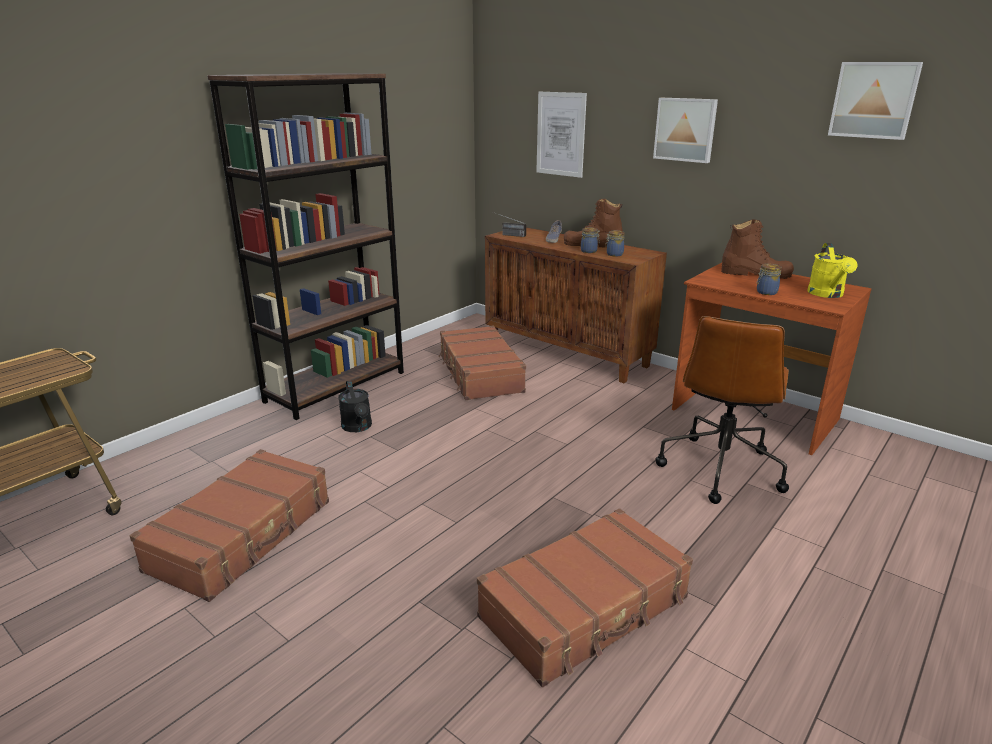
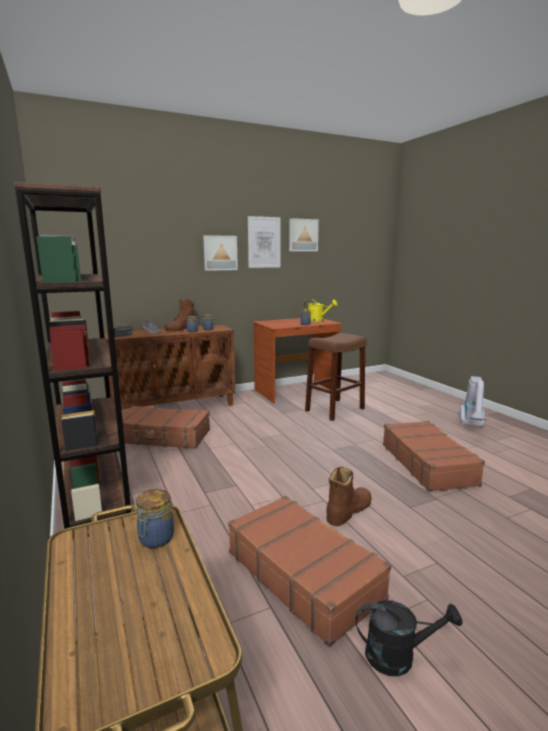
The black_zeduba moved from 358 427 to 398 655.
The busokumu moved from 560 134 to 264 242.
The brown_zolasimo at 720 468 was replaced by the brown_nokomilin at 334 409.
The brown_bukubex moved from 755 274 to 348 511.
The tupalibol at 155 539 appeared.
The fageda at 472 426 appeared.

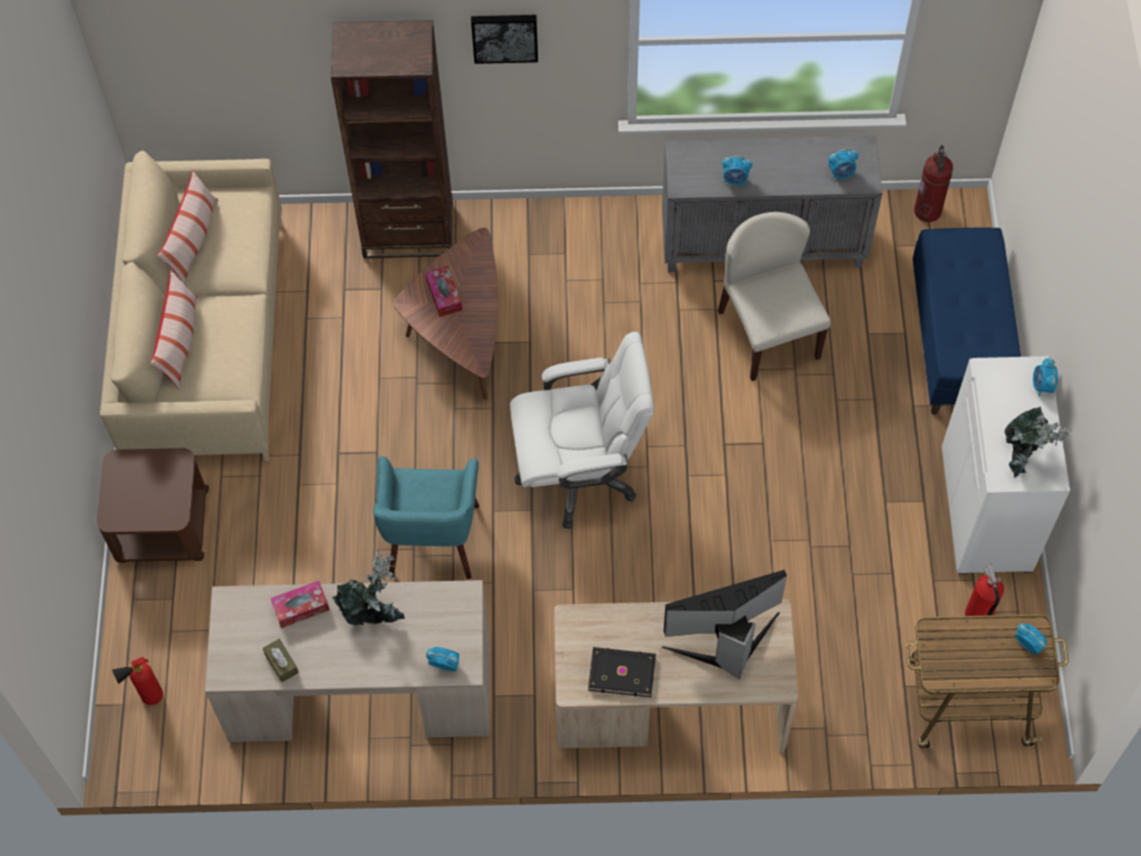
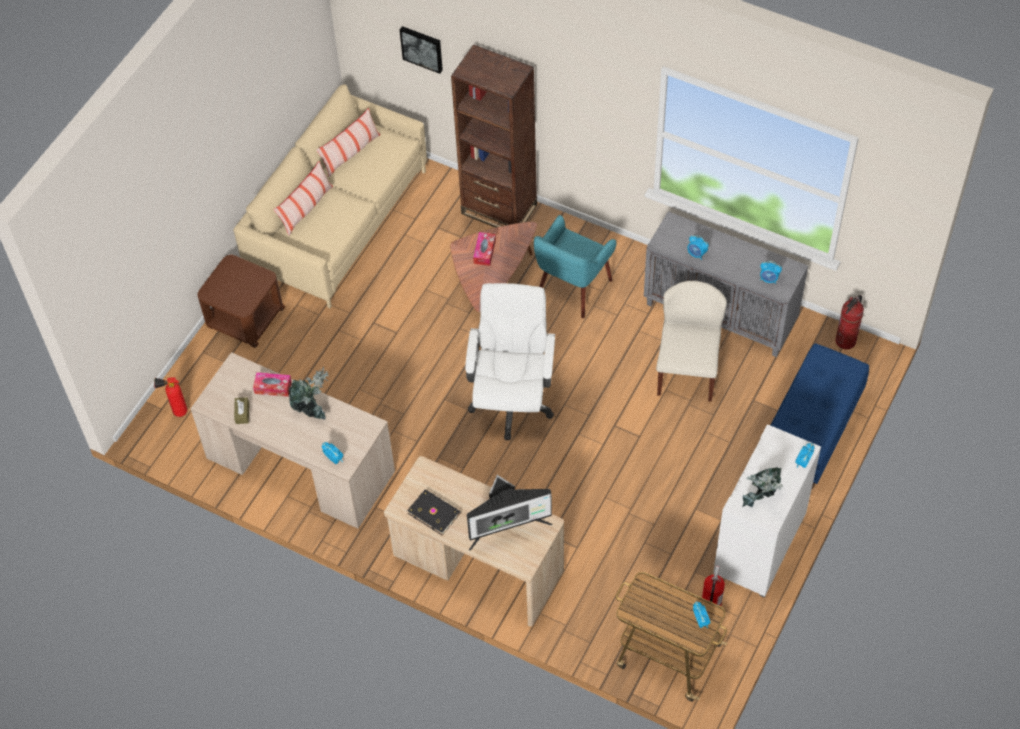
The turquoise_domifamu moved from 432 541 to 572 288.
The busokumu moved from 505 36 to 422 48.
The white_zolasimo at 579 473 turned 105 degrees counterclockwise.
The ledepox at 726 645 turned 150 degrees clockwise.

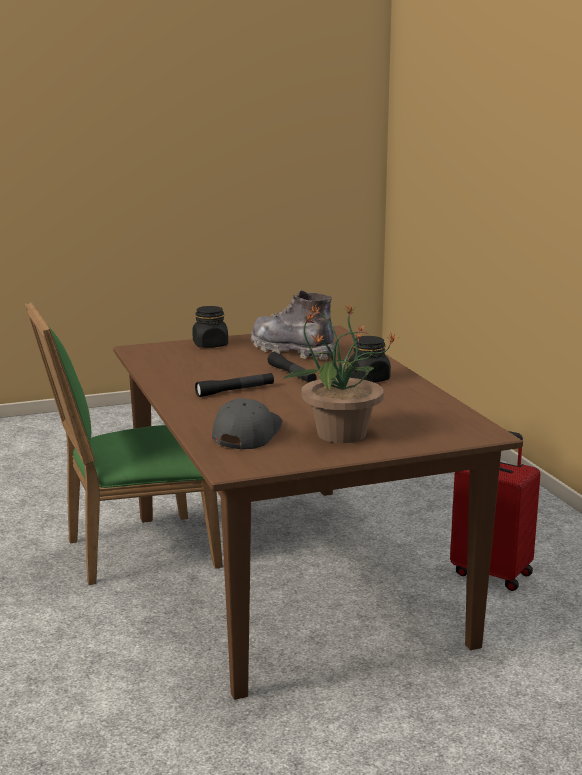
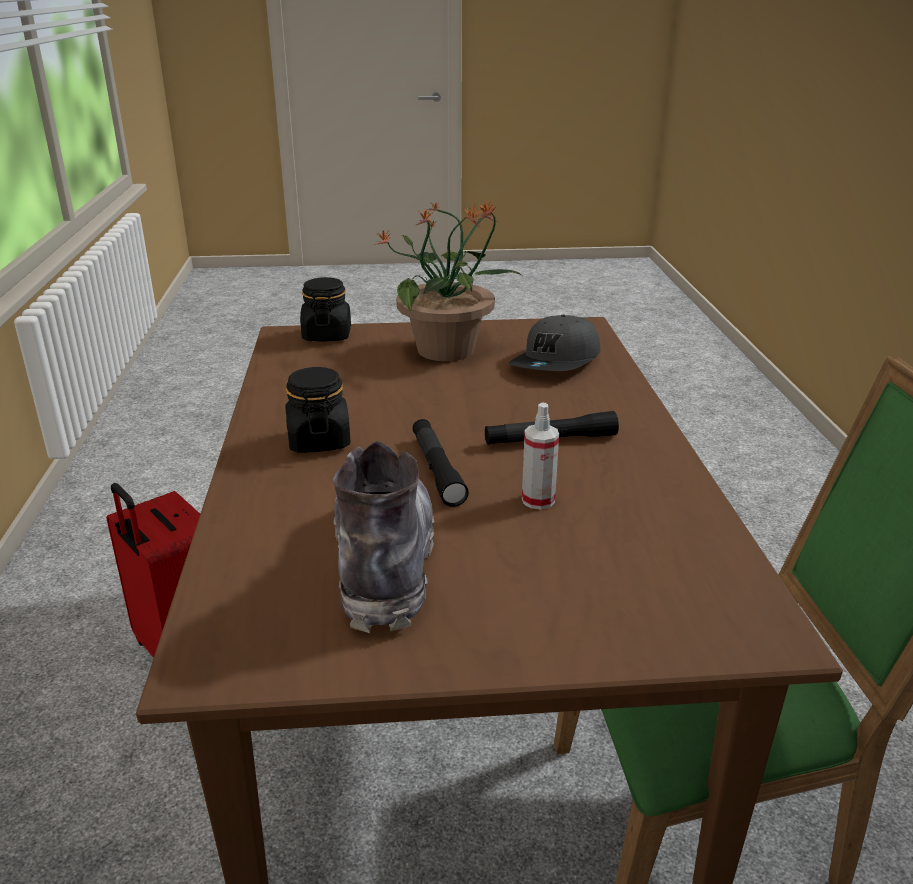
The black_tupalibol moved from 210 345 to 327 335.
The grey_bukubex at 292 351 turned 150 degrees counterclockwise.
The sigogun at 538 500 appeared.

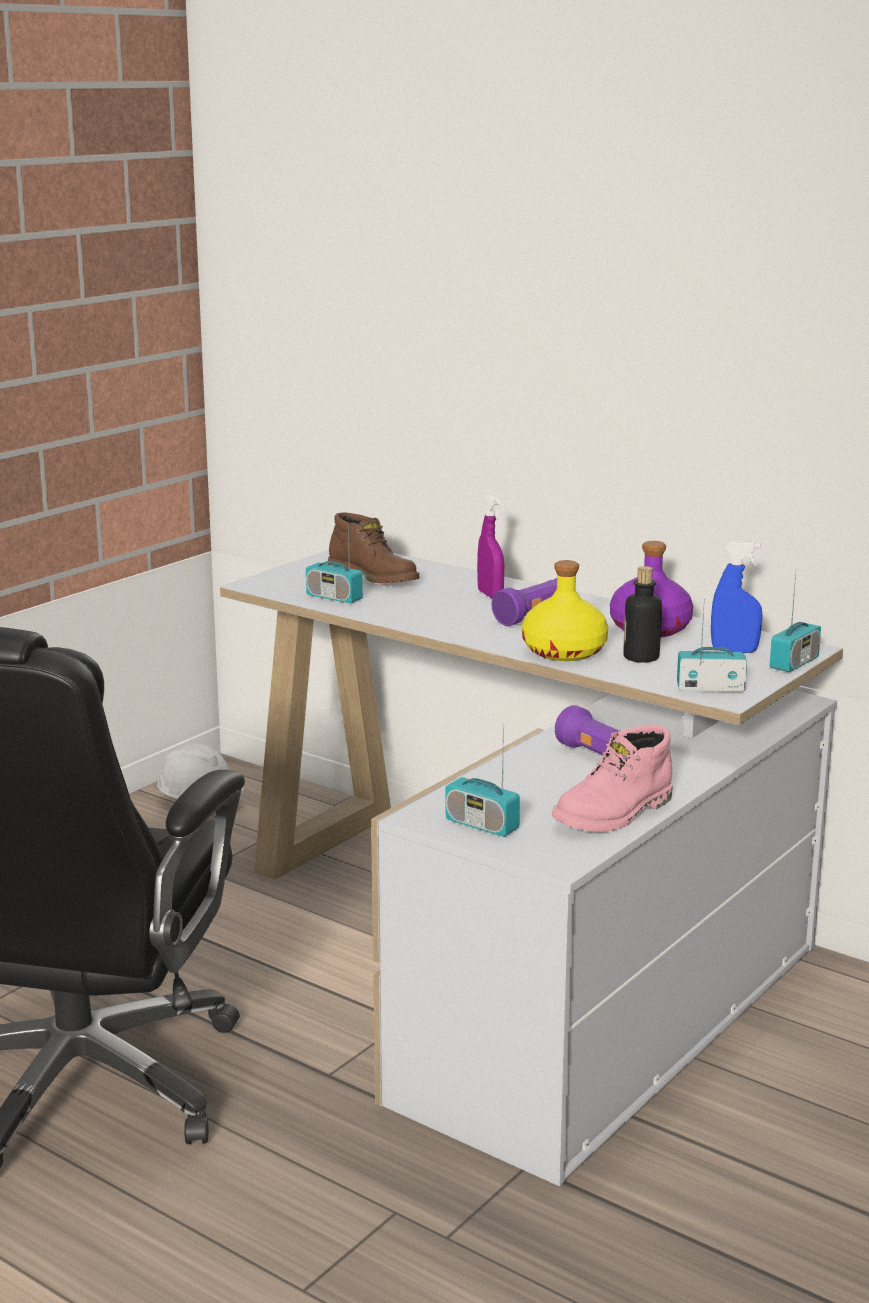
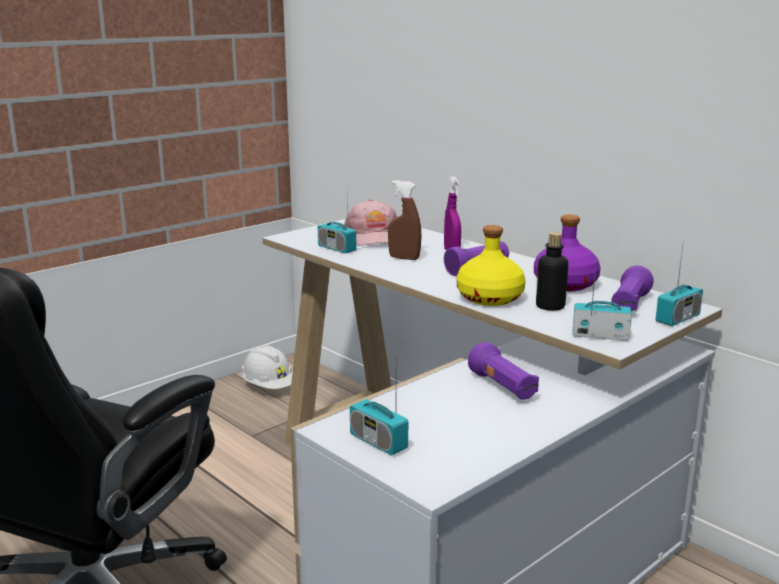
The brown_bukubex at 375 577 was replaced by the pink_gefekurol at 374 236.
The pink_bukubex at 615 814 disappeared.
The blue_sigogun at 734 650 was replaced by the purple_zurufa at 629 305.
The brown_sigogun at 404 258 appeared.

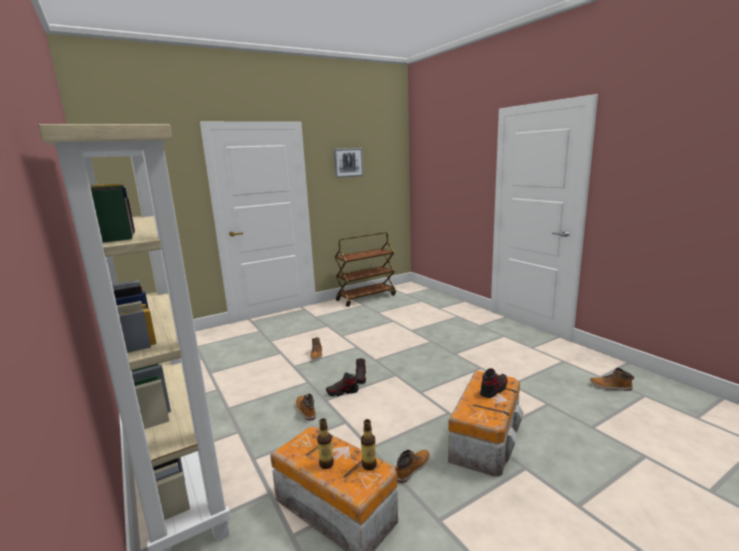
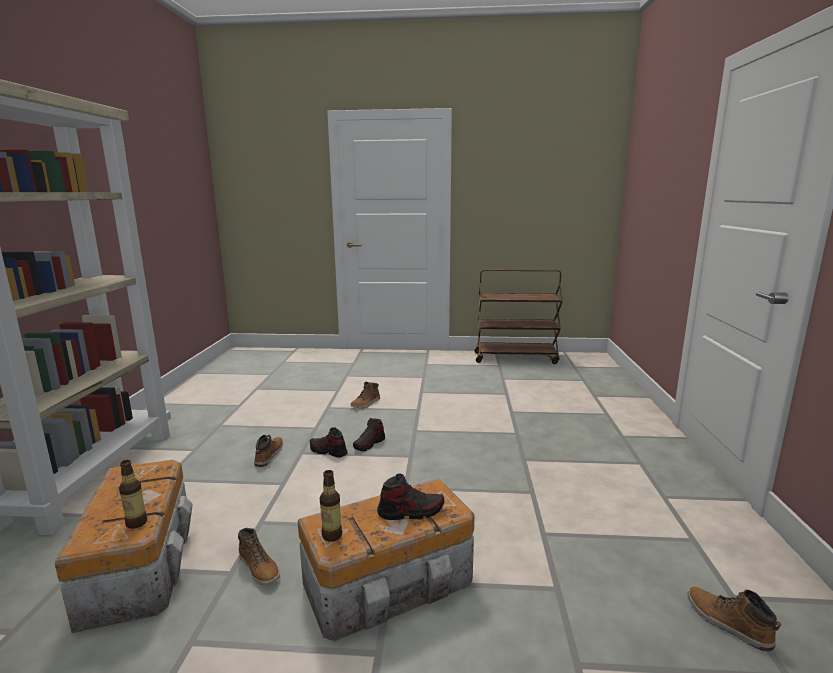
The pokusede moved from 326 464 to 332 535.
The busokumu at 348 162 disappeared.
The bukubex at 412 468 turned 60 degrees clockwise.

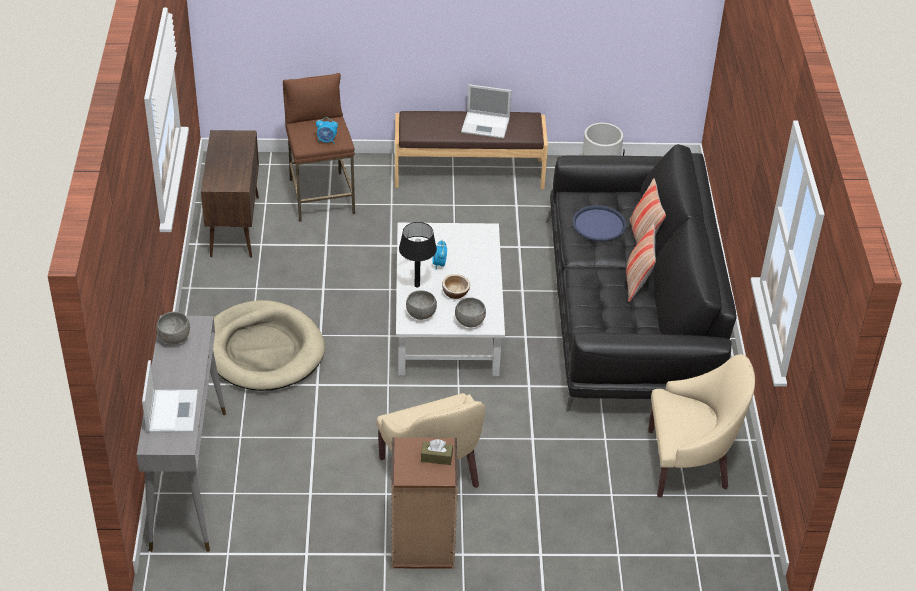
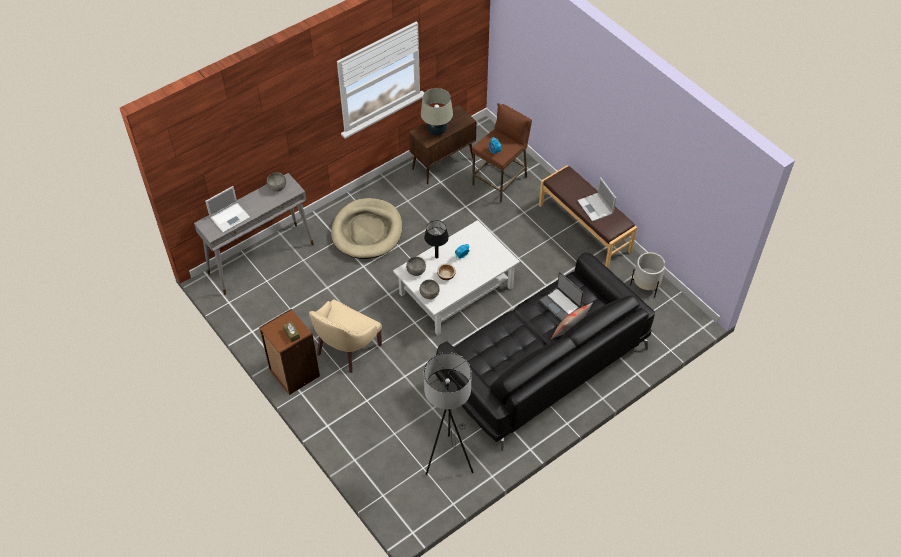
The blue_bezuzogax at 599 224 was replaced by the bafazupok at 560 304.
The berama at 637 282 disappeared.
The beige_domifamu at 689 463 was replaced by the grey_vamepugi at 448 457.
The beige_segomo at 437 131 appeared.

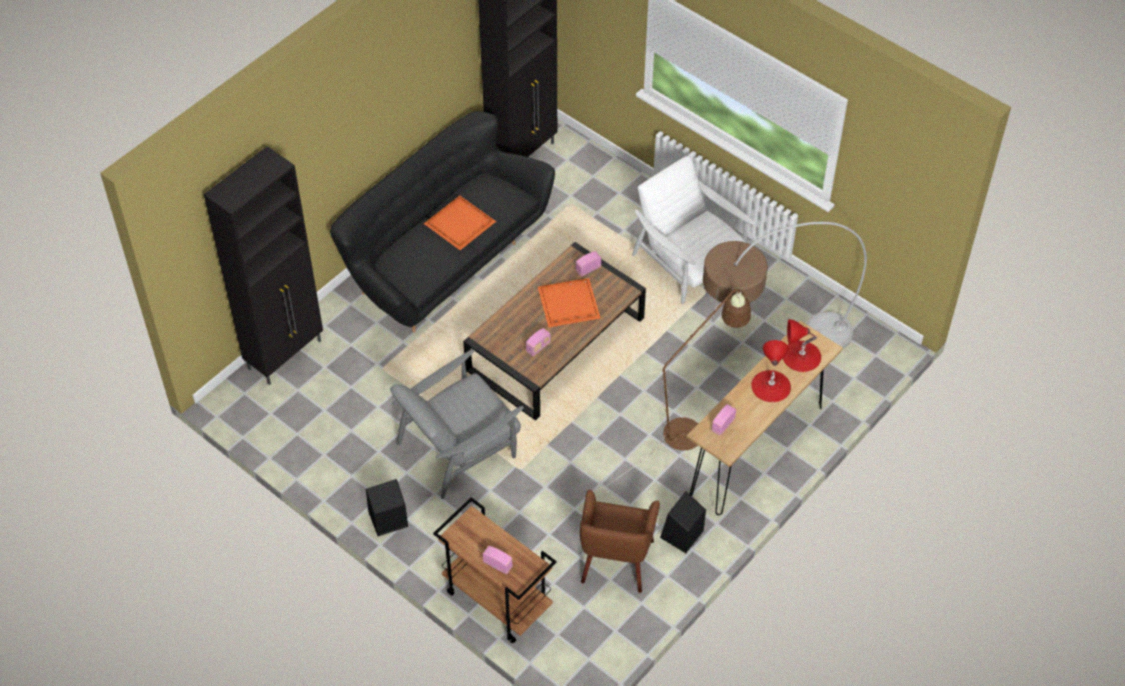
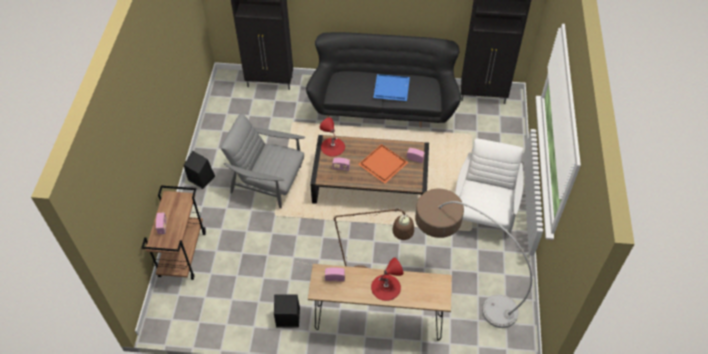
The orange_bezuzogax at 461 224 became the blue_bezuzogax at 392 89.
The brown_domifamu at 616 562 disappeared.
The red_segomo moved from 801 356 to 332 147.

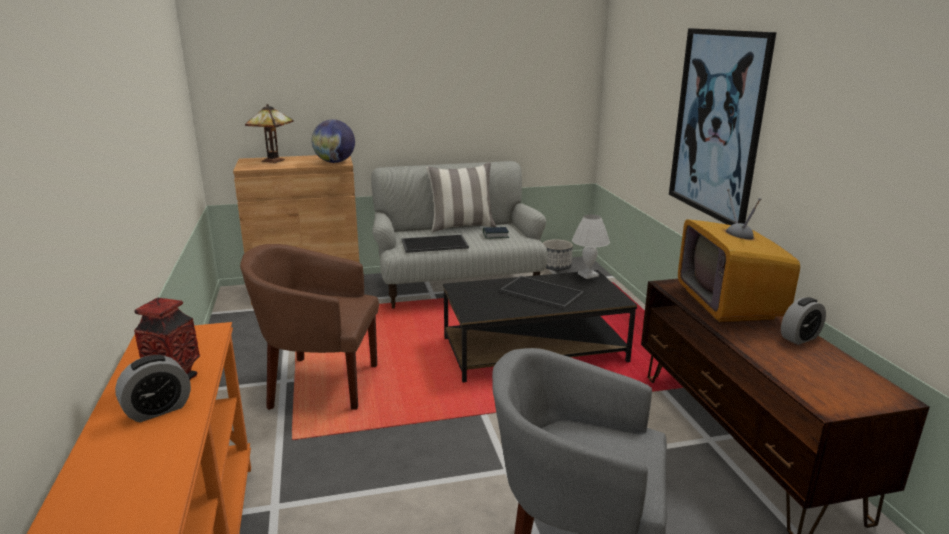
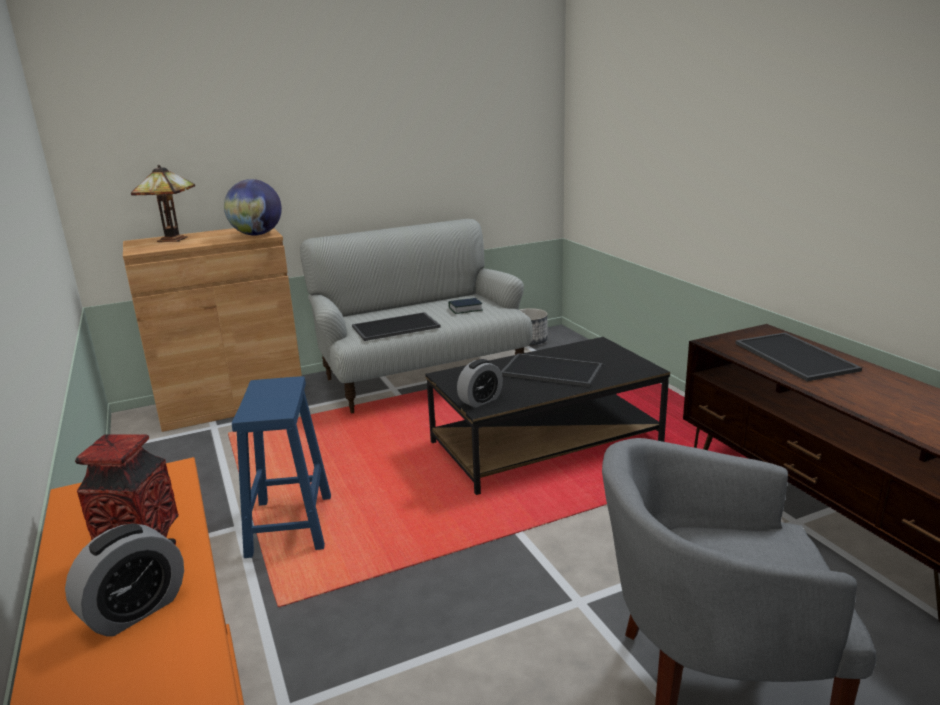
The brown_domifamu at 319 384 was replaced by the blue_nokomilin at 290 524.
The berama at 461 226 disappeared.
The white_segomo at 587 275 disappeared.
The busokumu at 717 125 disappeared.
The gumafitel at 728 304 was replaced by the bezuzogax at 797 357.
The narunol moved from 799 338 to 480 400.

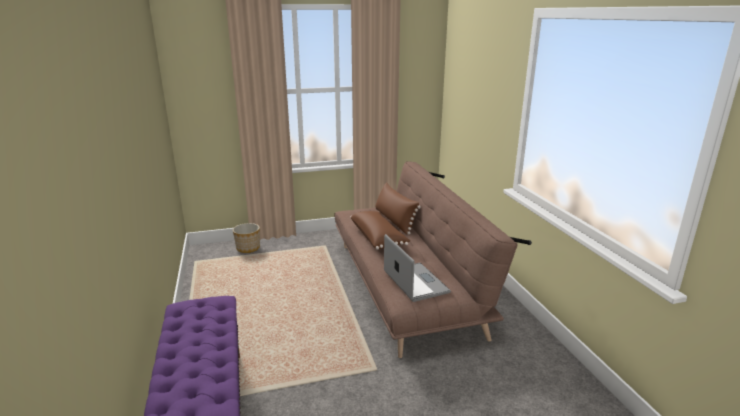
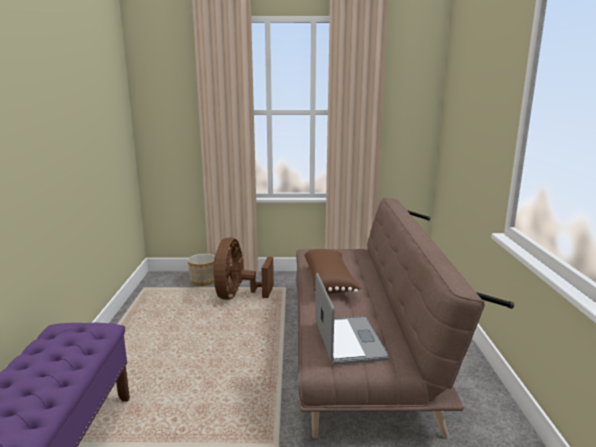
The brown_berama at 394 220 disappeared.
The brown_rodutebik at 238 296 appeared.

